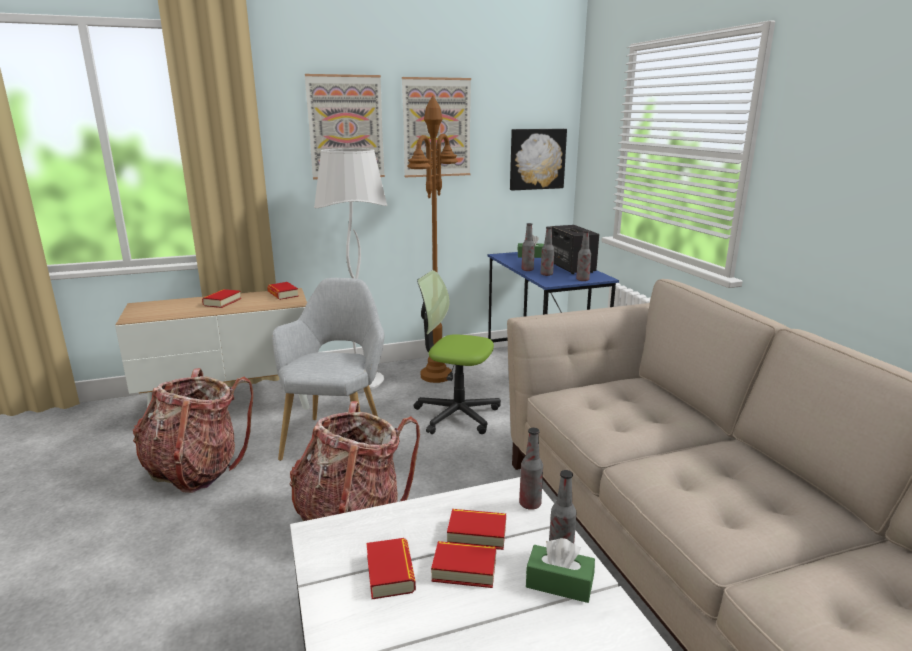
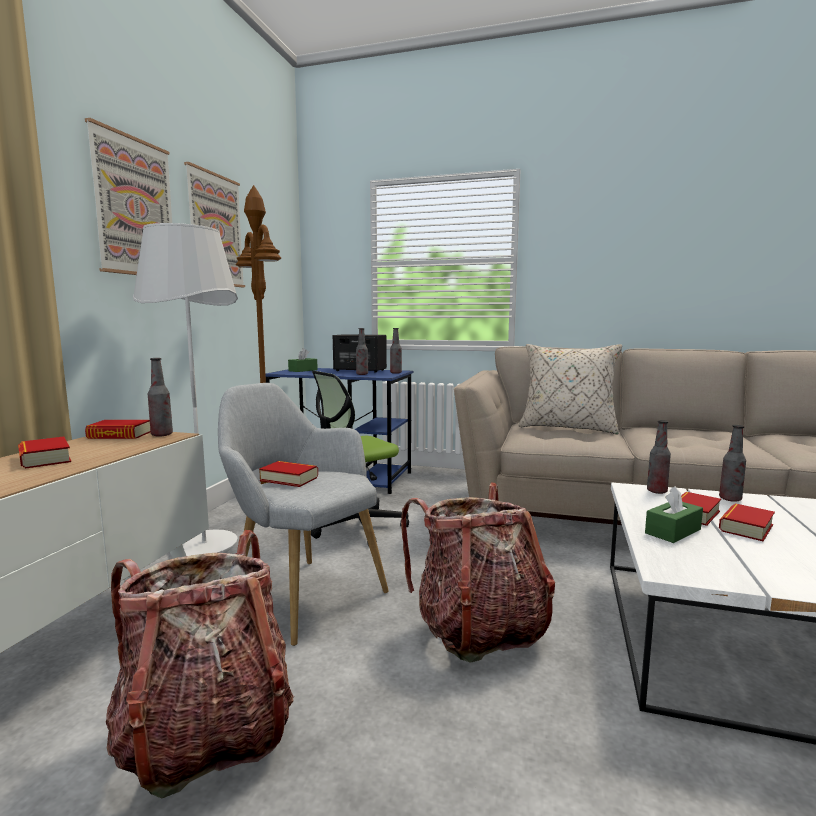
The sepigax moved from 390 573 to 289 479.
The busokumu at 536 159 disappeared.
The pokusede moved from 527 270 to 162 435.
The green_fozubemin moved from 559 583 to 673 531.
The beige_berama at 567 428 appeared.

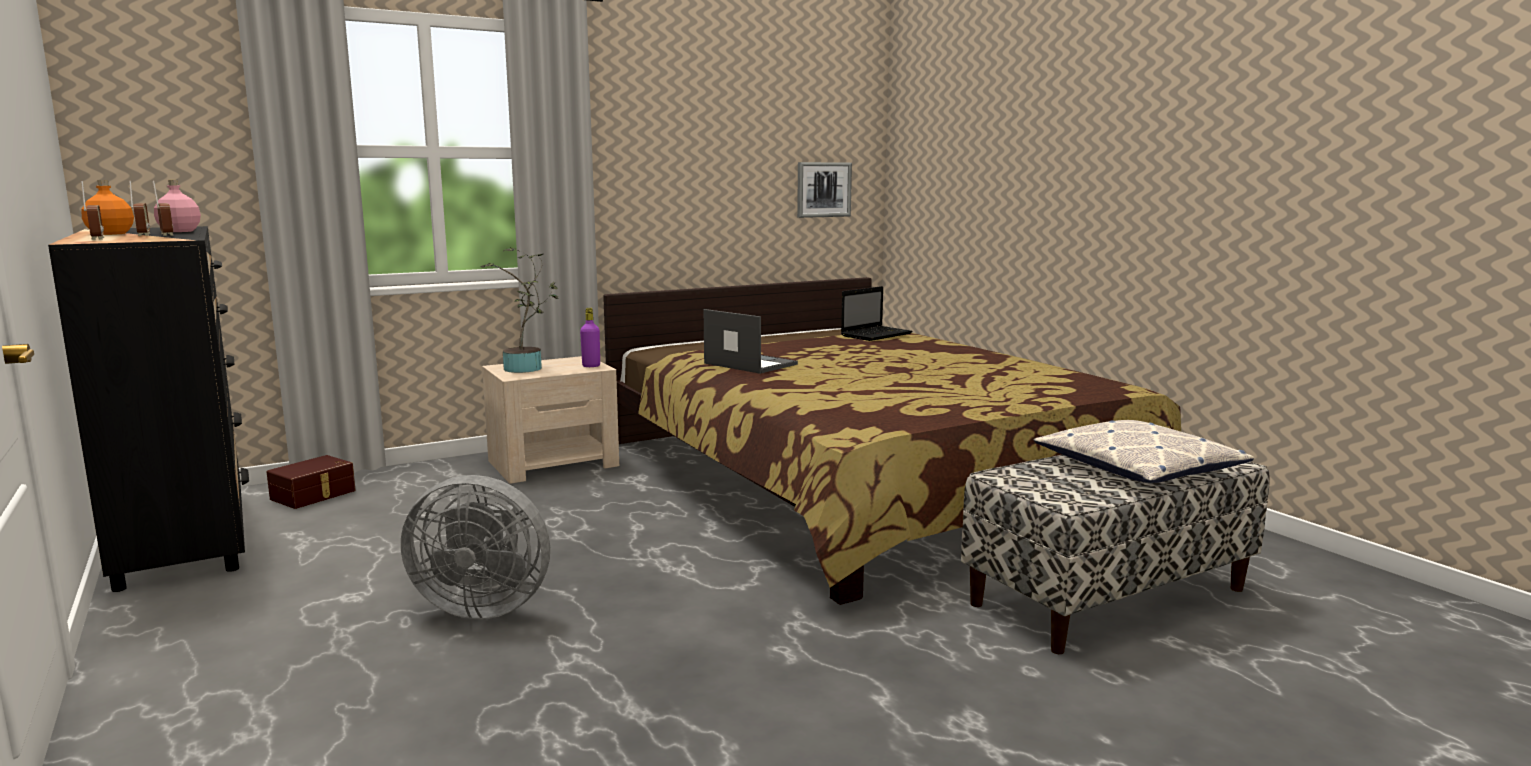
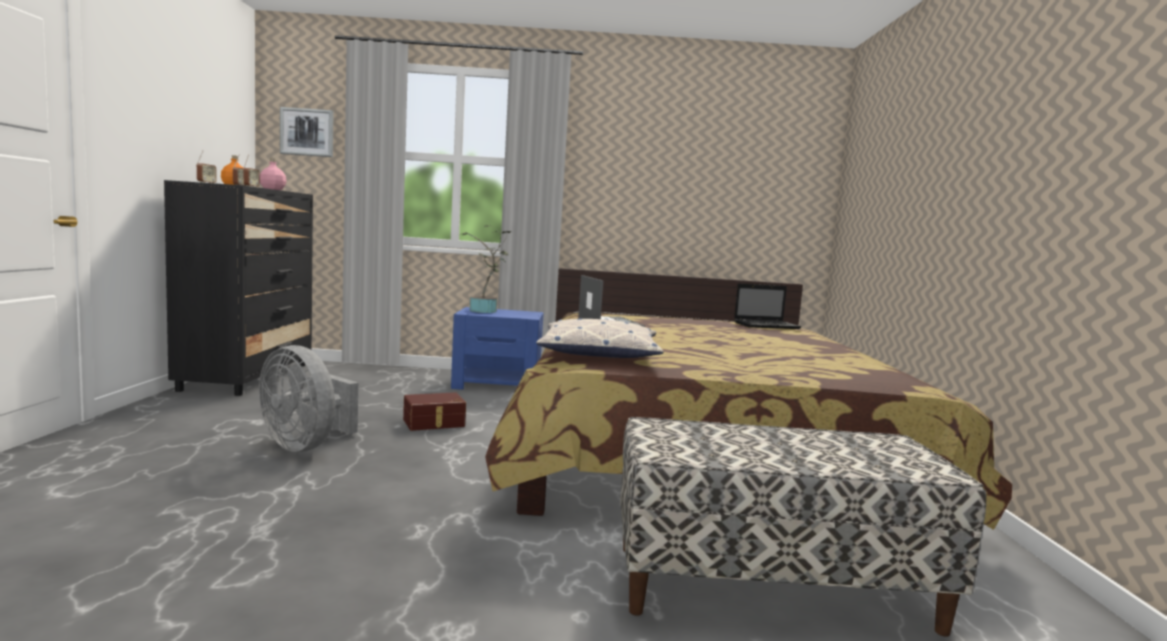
The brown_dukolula moved from 314 495 to 434 423.
The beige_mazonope at 554 463 became the blue_mazonope at 497 384.
The purple_pokusede at 591 366 disappeared.
The busokumu moved from 823 189 to 307 132.
The berama moved from 1138 468 to 599 353.

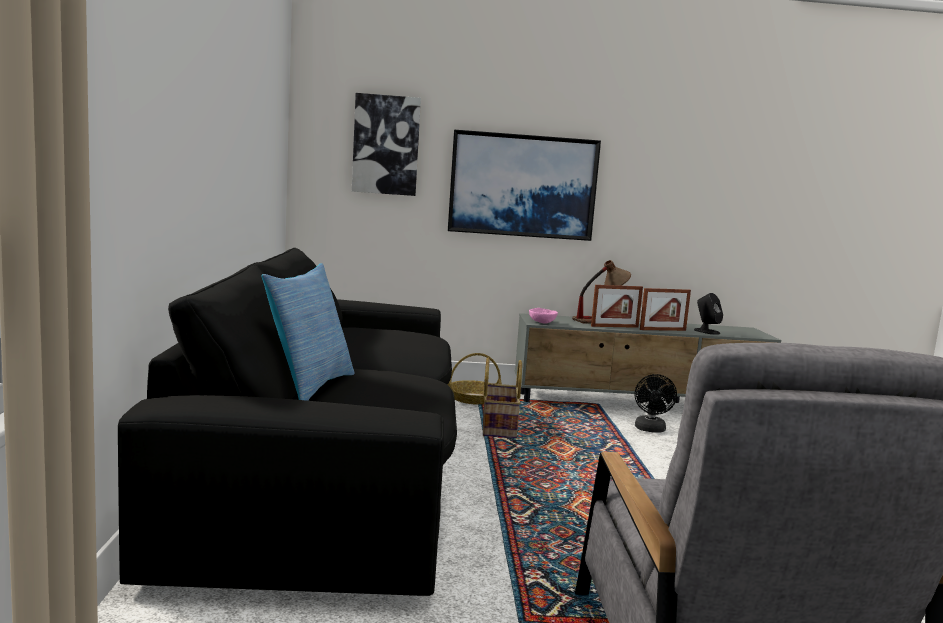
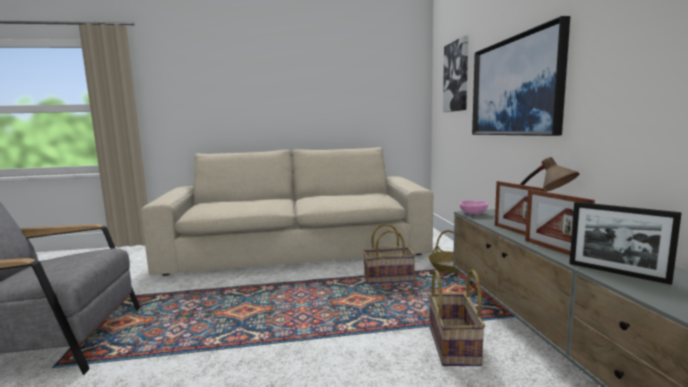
The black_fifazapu at 334 464 became the beige_fifazapu at 297 250.
The berama at 308 386 disappeared.
The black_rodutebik at 650 430 was replaced by the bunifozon at 454 345.
The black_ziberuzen at 706 331 was replaced by the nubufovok at 617 273.

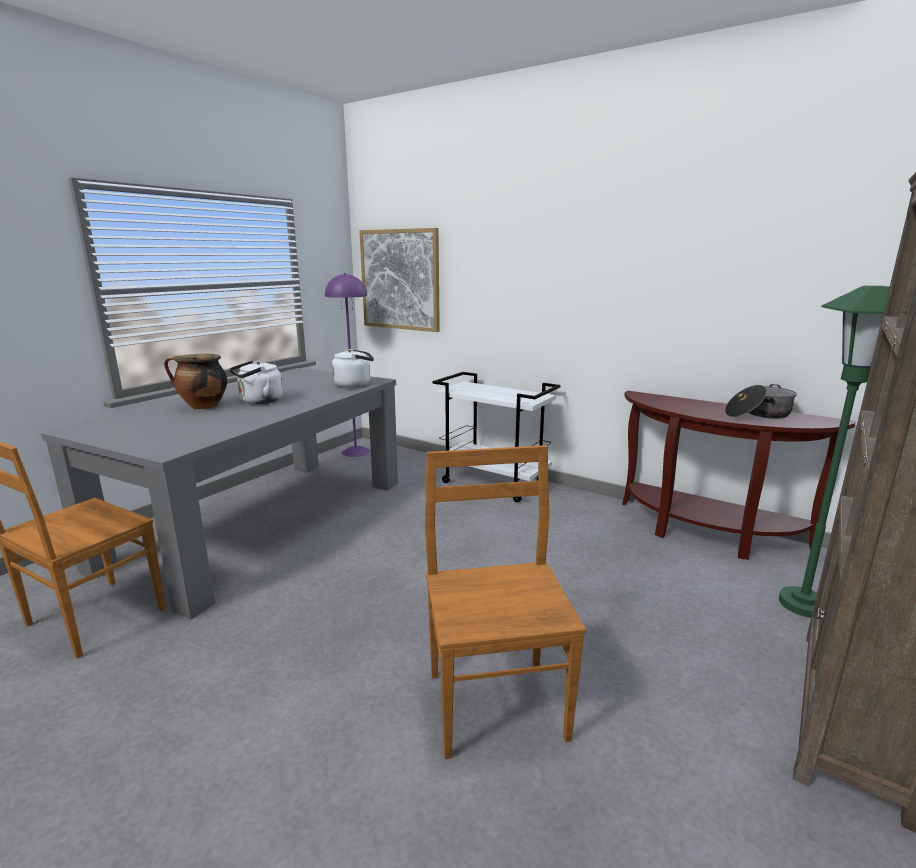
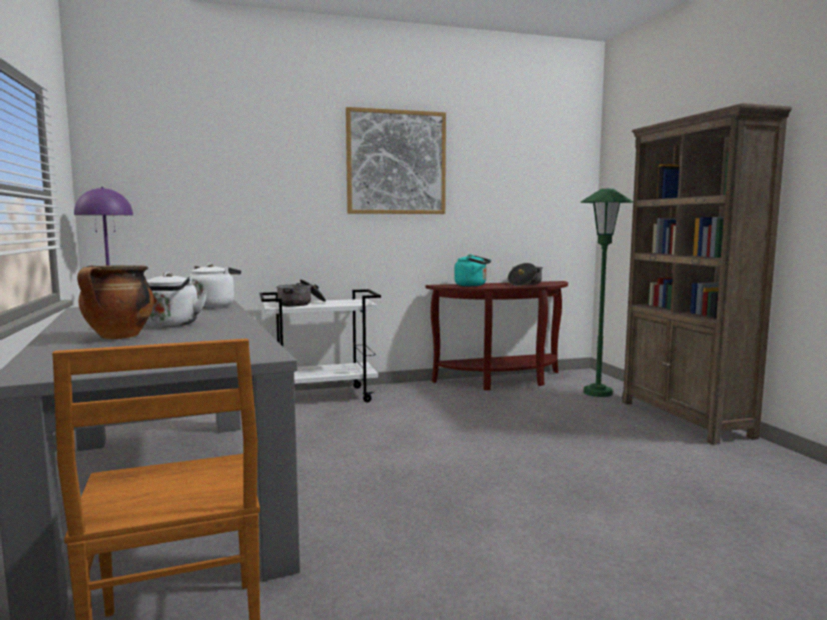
The busokumu moved from 400 280 to 396 162.
The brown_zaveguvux at 495 701 disappeared.
The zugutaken at 301 303 appeared.
The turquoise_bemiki at 472 285 appeared.

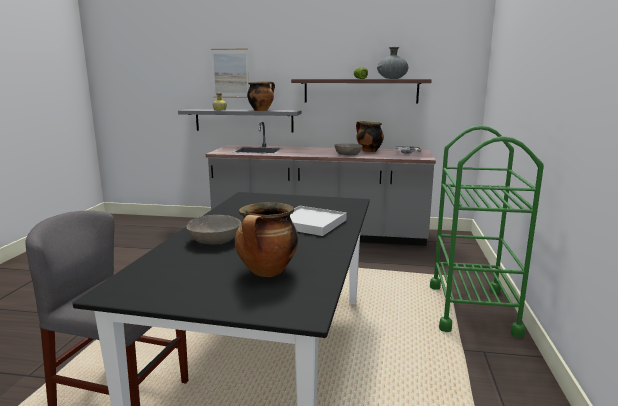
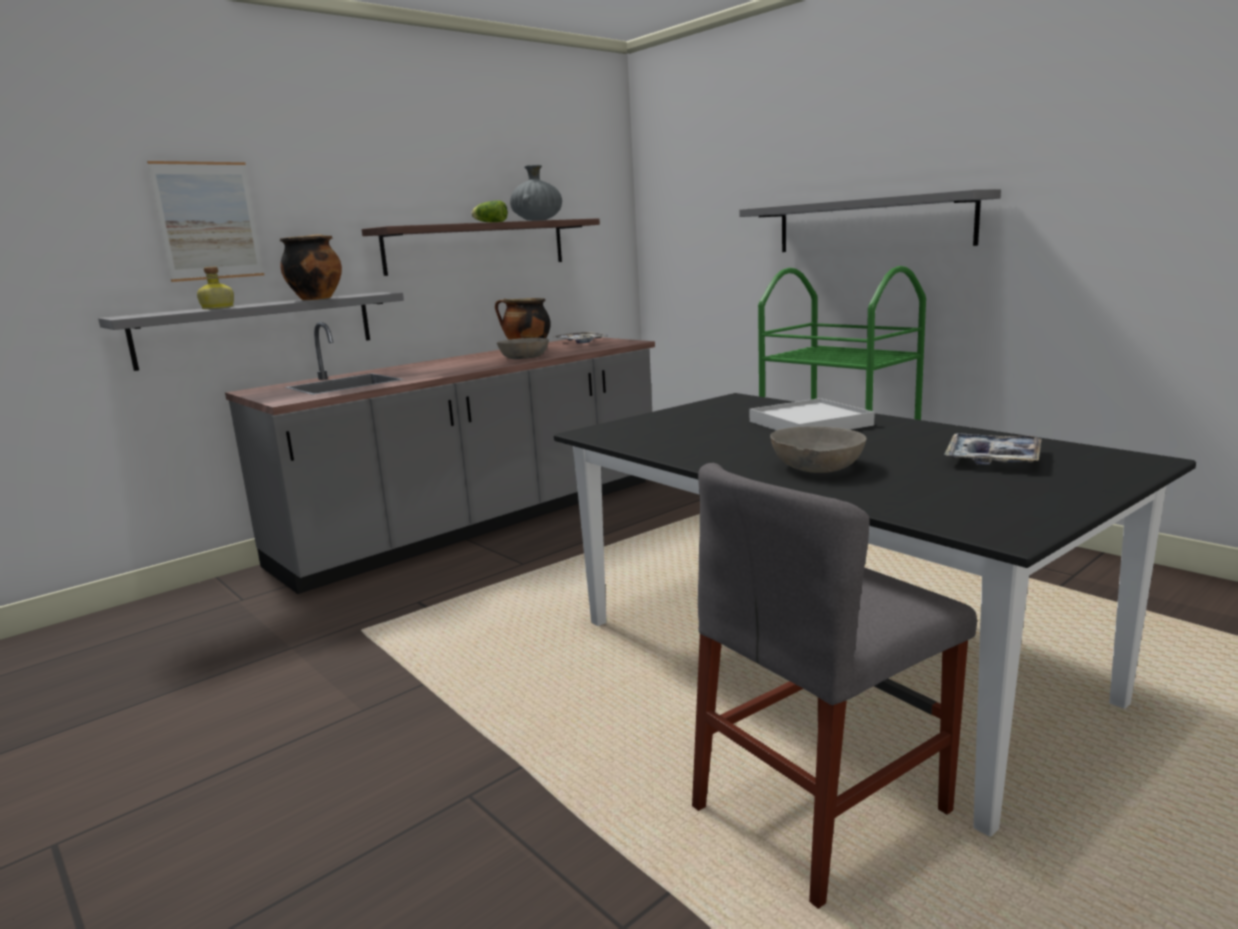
The zugutaken at 267 272 was replaced by the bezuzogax at 992 459.
The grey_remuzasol at 871 224 appeared.

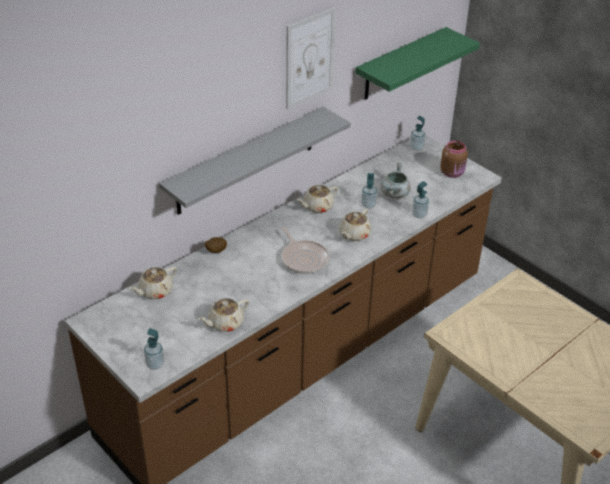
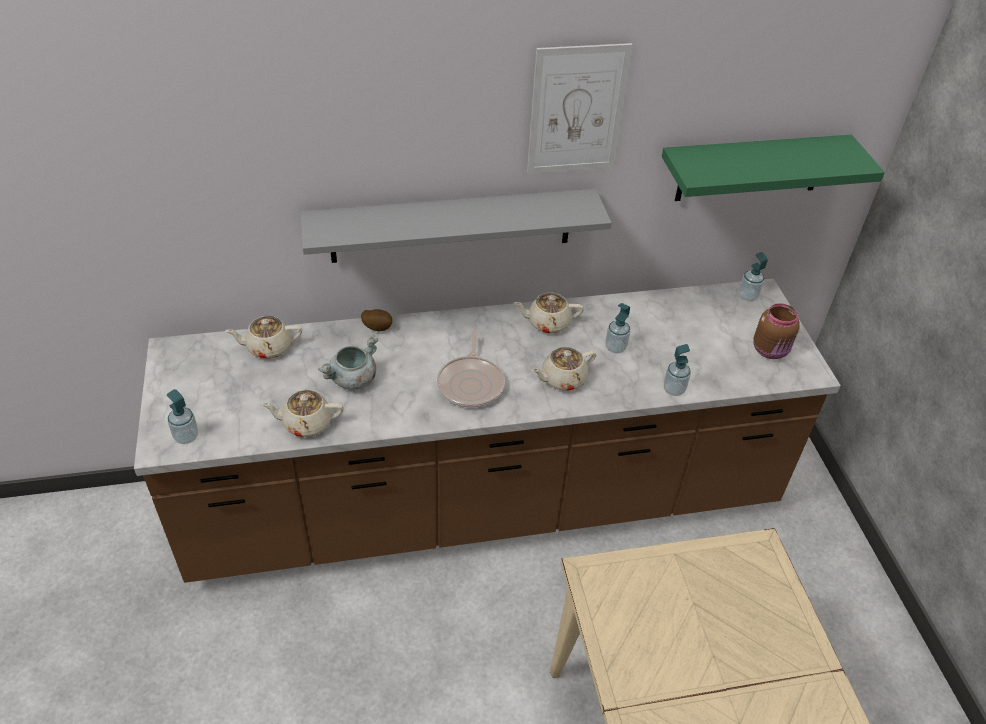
The grey_zugutaken moved from 395 194 to 353 380.

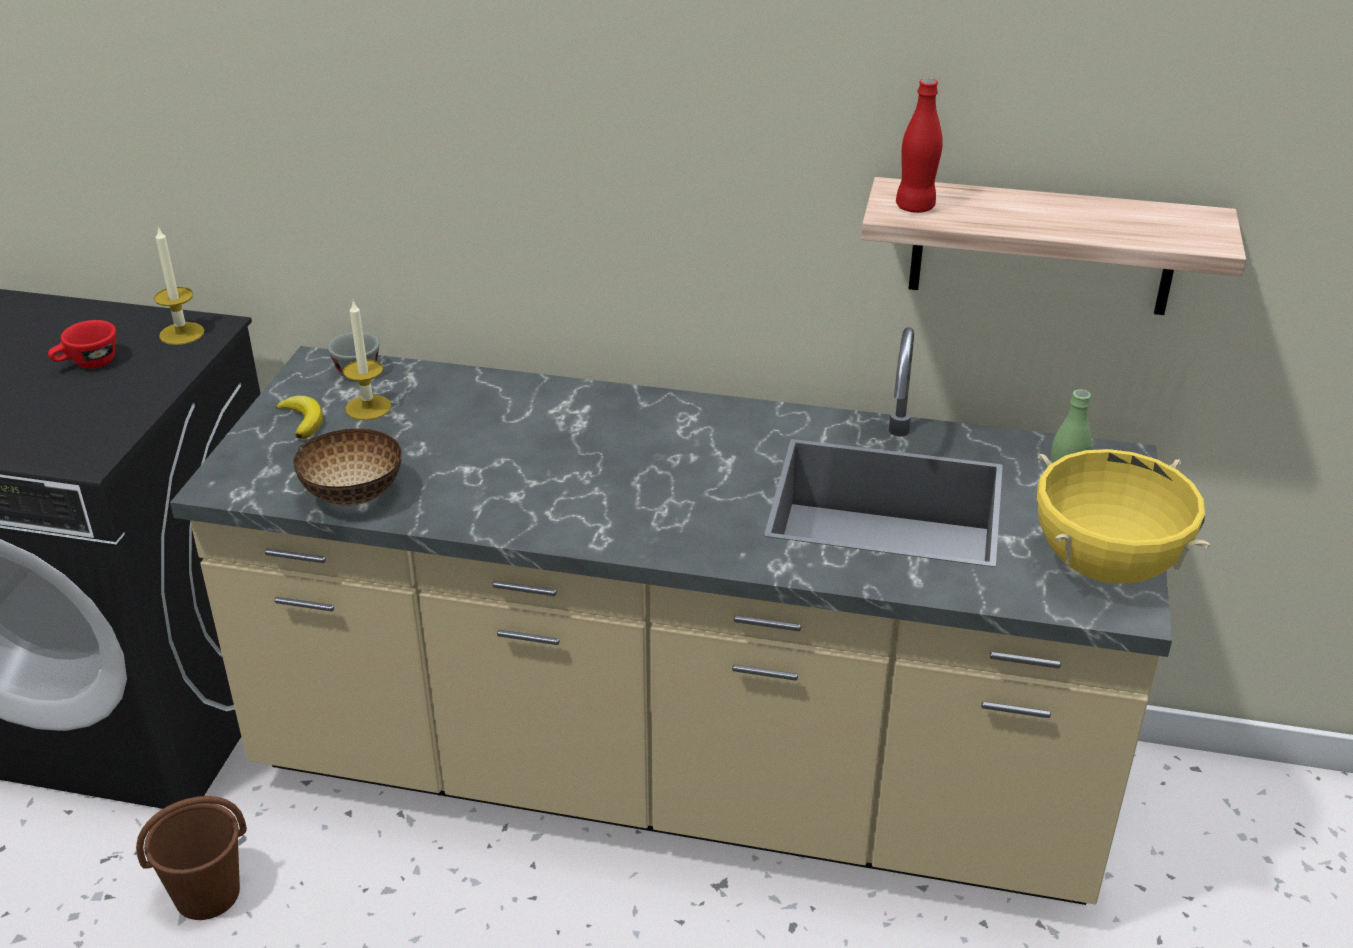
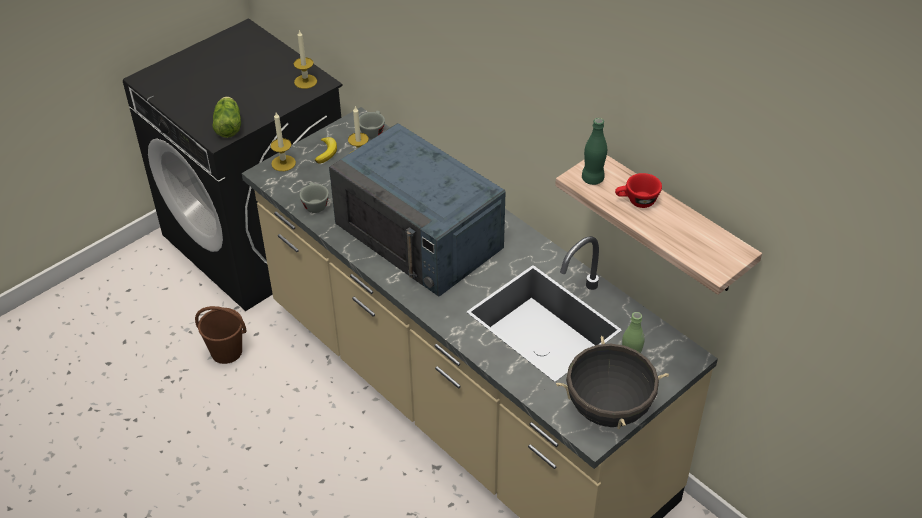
The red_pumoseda moved from 88 364 to 636 201.
The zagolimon at 355 495 was replaced by the grey_pumoseda at 314 204.
The red_pokusede at 915 207 became the green_pokusede at 592 179.
The yellow_zugutaken at 1105 565 became the black_zugutaken at 608 409.
The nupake at 228 125 appeared.
The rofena at 283 163 appeared.
The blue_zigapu at 420 235 appeared.

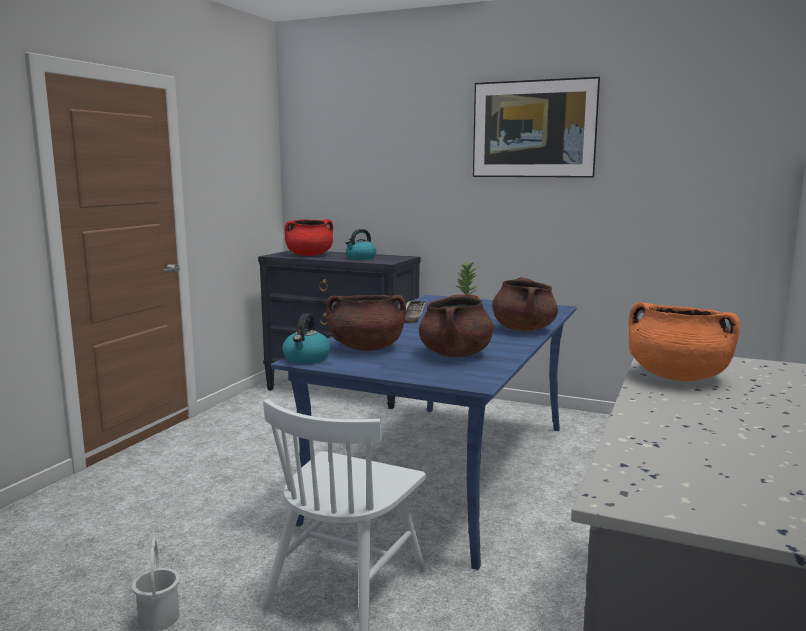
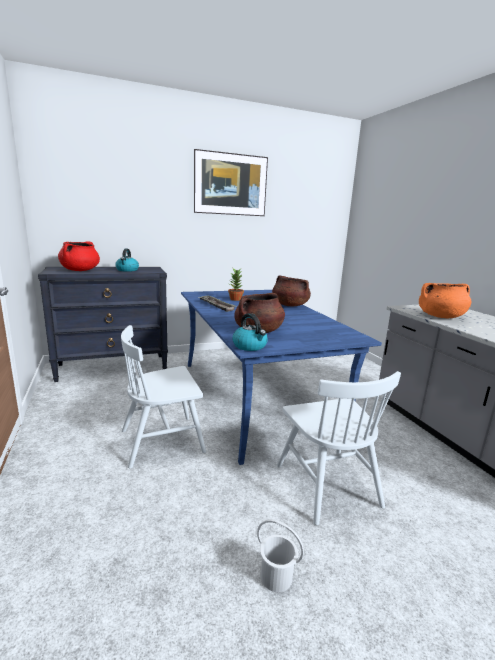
The brown_zugutaken at 455 354 disappeared.
The white_zaveguvux at 163 440 appeared.

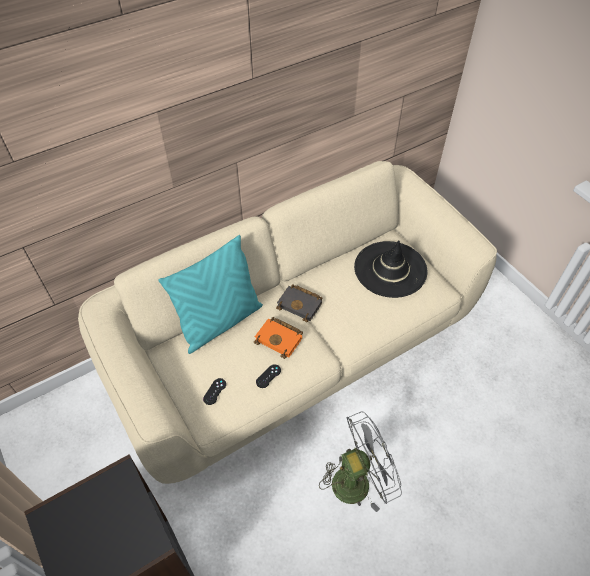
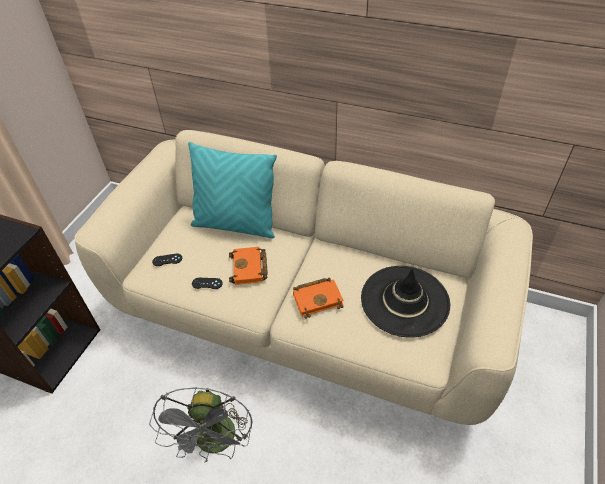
The black_sepigax at 301 304 disappeared.
The grey_rodutebik at 358 480 turned 60 degrees clockwise.
The orange_sepigax at 318 298 appeared.

